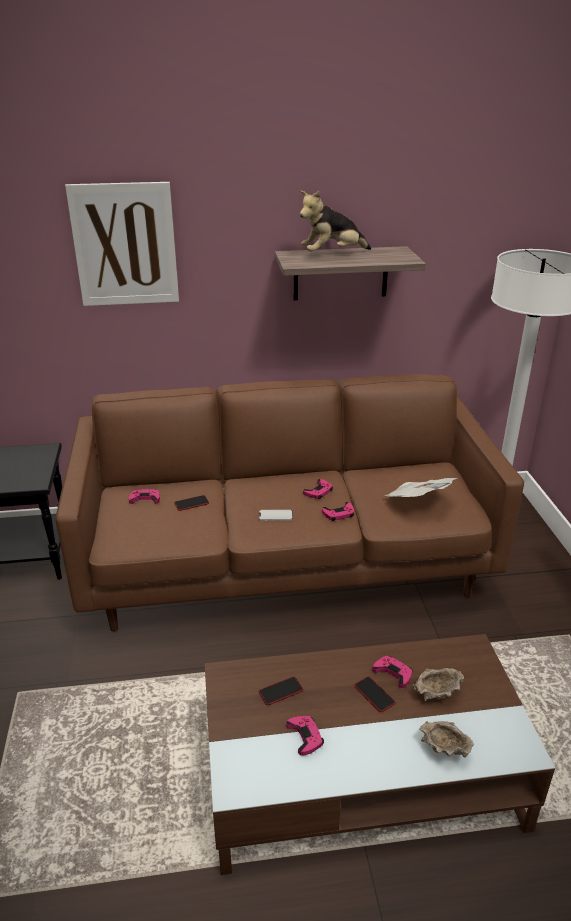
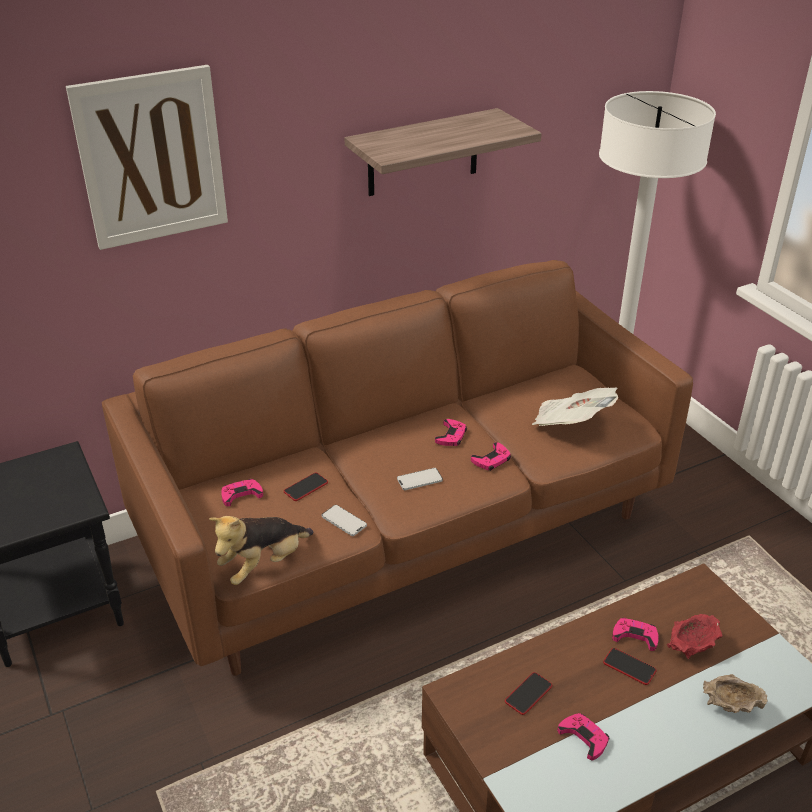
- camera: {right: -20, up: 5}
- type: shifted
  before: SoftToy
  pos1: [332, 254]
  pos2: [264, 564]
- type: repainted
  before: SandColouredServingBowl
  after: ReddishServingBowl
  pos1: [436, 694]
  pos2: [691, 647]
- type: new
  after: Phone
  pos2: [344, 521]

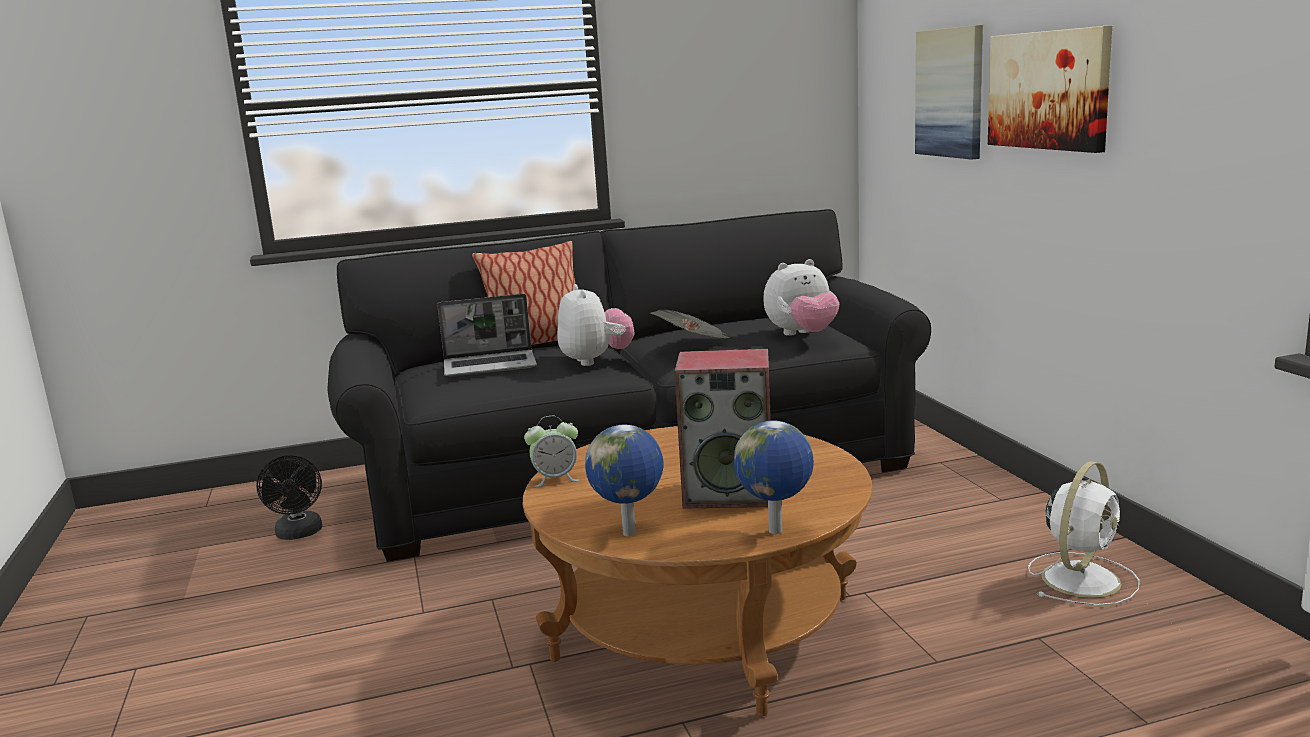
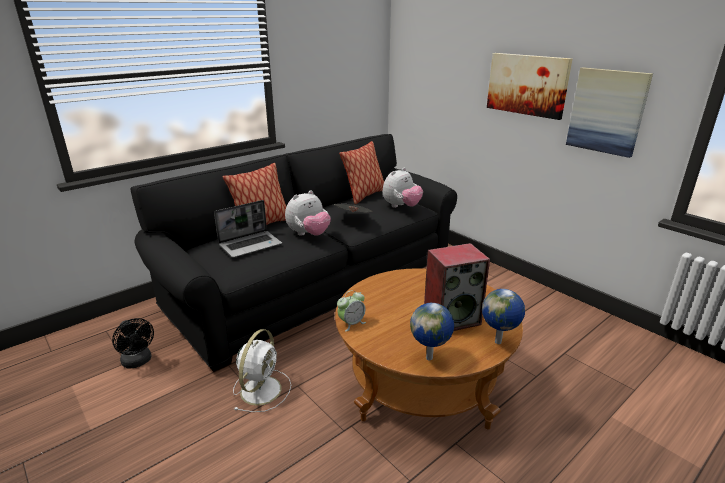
- camera: {right: -25, up: 10}
- type: shifted
  before: Picture
  pos1: [950, 93]
  pos2: [607, 111]
- type: rotated
  before: SoftToy
  pos1: [596, 360]
  pos2: [308, 234]
  turn: 90
- type: shifted
  before: WhiteColouredElectricFan
  pos1: [1082, 578]
  pos2: [262, 389]
- type: new
  after: Cushion
  pos2: [364, 195]

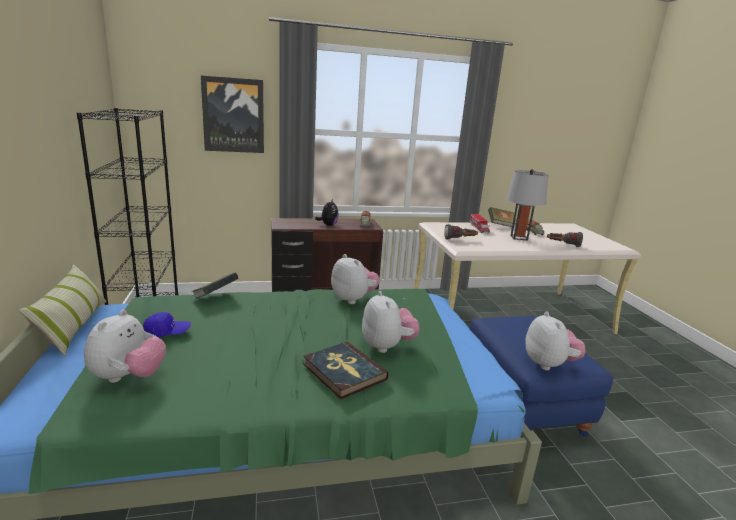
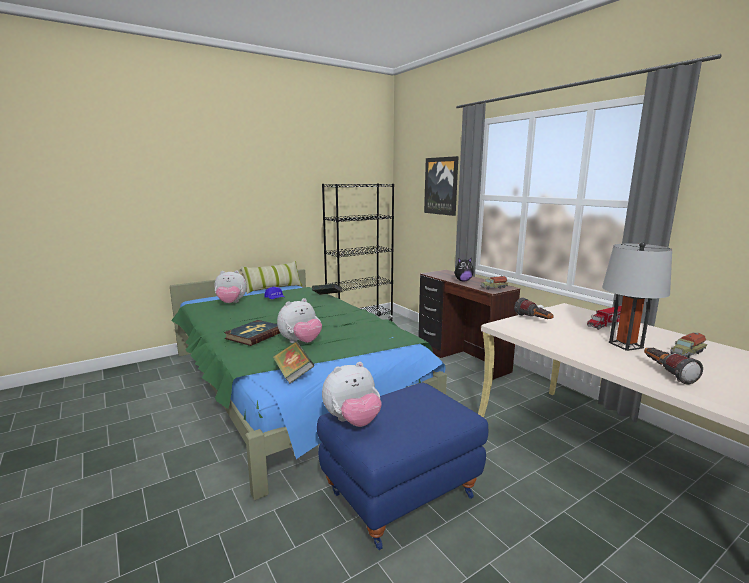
- camera: {right: 70, up: -5}
- type: shifted
  before: BoundBook
  pos1: [501, 225]
  pos2: [293, 374]
- type: gone
  before: SoftToy
  pos1: [353, 299]

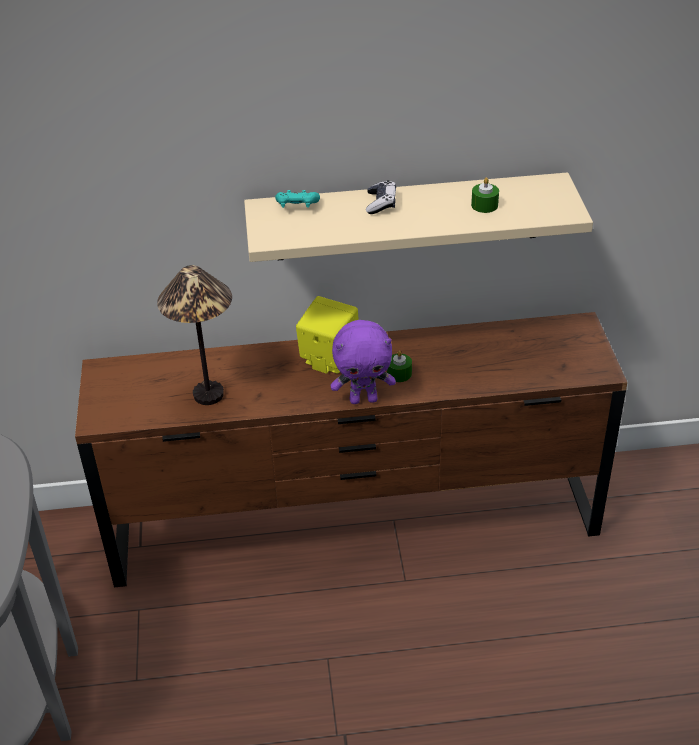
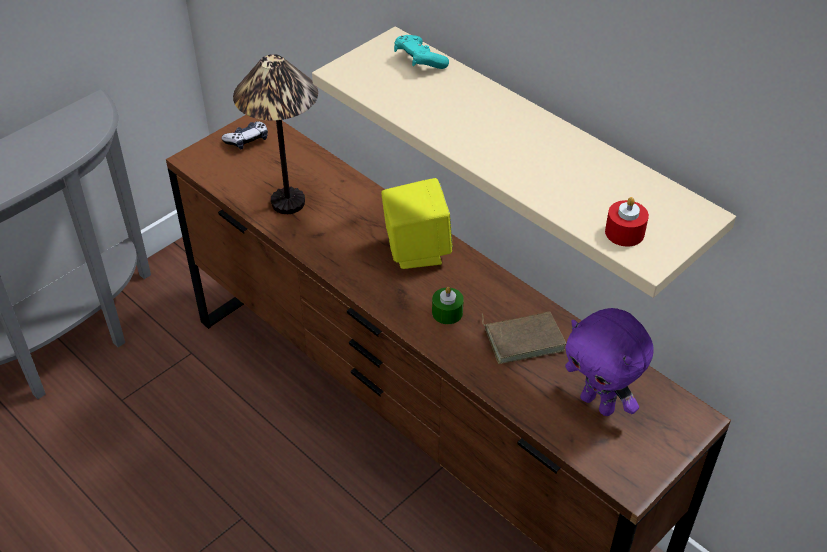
- camera: {right: 50, up: 5}
- type: gone
  before: GreenishWaxLight
  pos1: [484, 205]
- type: shifted
  before: Joypad
  pos1: [381, 203]
  pos2: [247, 140]
- type: shifted
  before: PurpleSoftToy
  pos1: [363, 399]
  pos2: [599, 403]
- type: new
  after: ReddishWaxLight
  pos2: [624, 232]
- type: new
  after: BrownishBoundBook
  pos2: [523, 338]

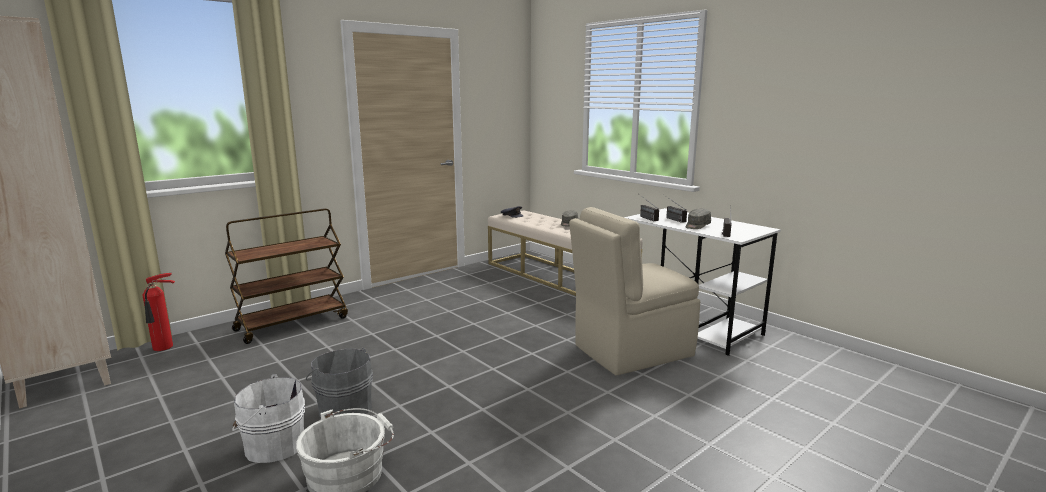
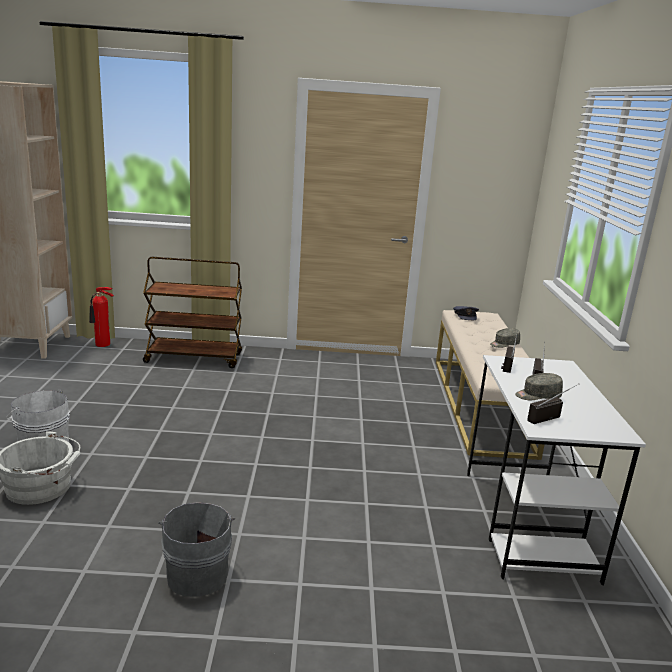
- camera: {right: 40, up: 5}
- type: gone
  before: SandColouredChair
  pos1: [630, 351]
- type: shifted
  before: GreyishPail
  pos1: [344, 408]
  pos2: [197, 573]

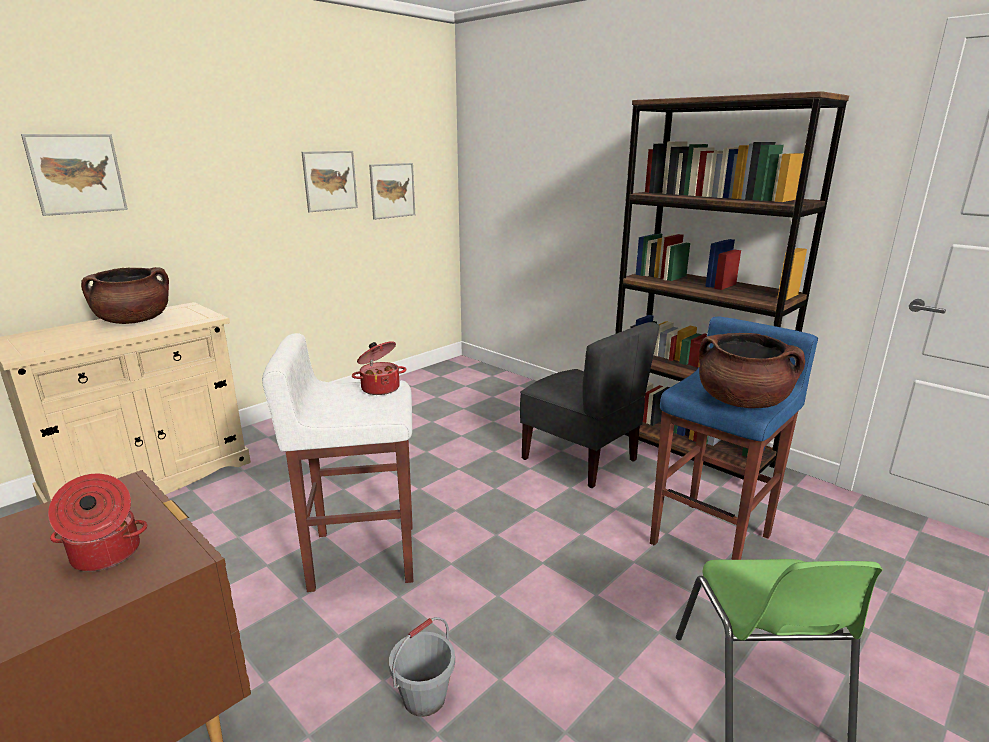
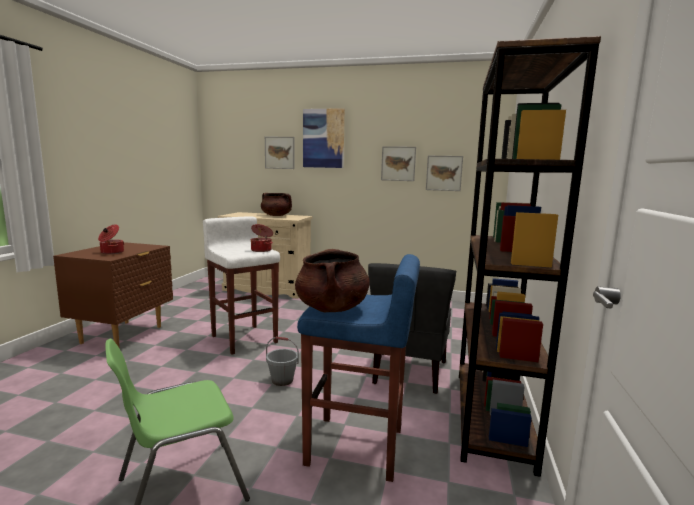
- camera: {right: 60, up: -10}
- type: shifted
  before: GreyishPail
  pos1: [424, 698]
  pos2: [282, 380]
- type: new
  after: Picture
  pos2: [323, 138]

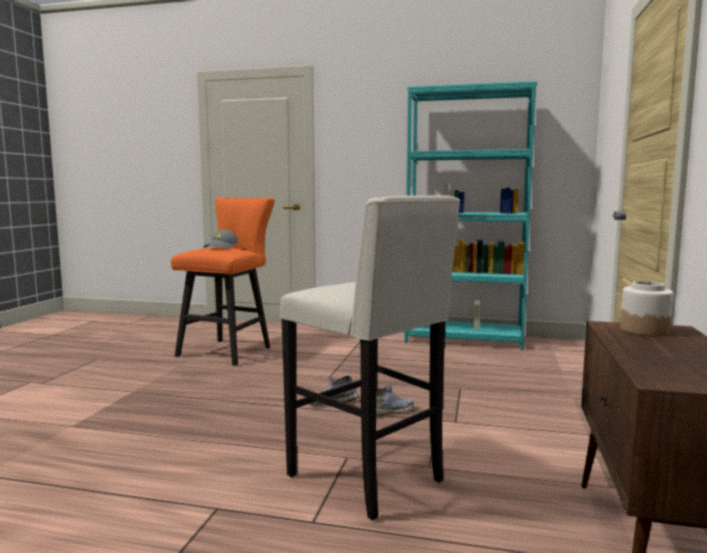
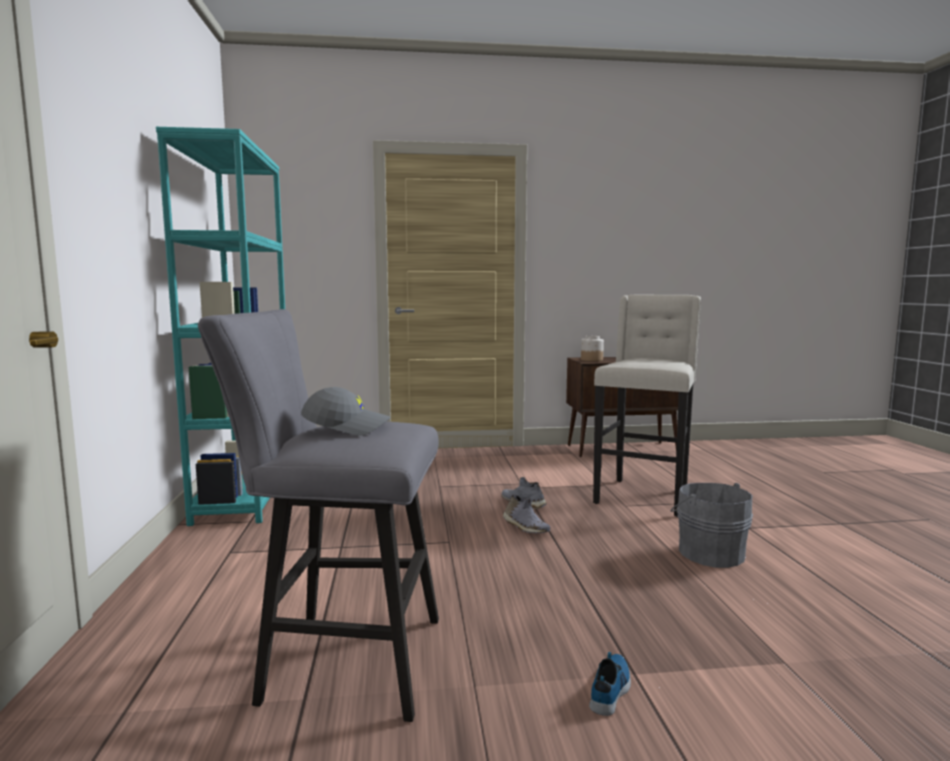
- camera: {right: -110, up: 0}
- type: repainted
  before: OrangeColouredStoolSeat
  after: GreyishStoolSeat
  pos1: [229, 350]
  pos2: [340, 660]
- type: new
  after: GreyishPail
  pos2: [709, 552]
- type: new
  after: ItemOfFootwear
  pos2: [611, 689]

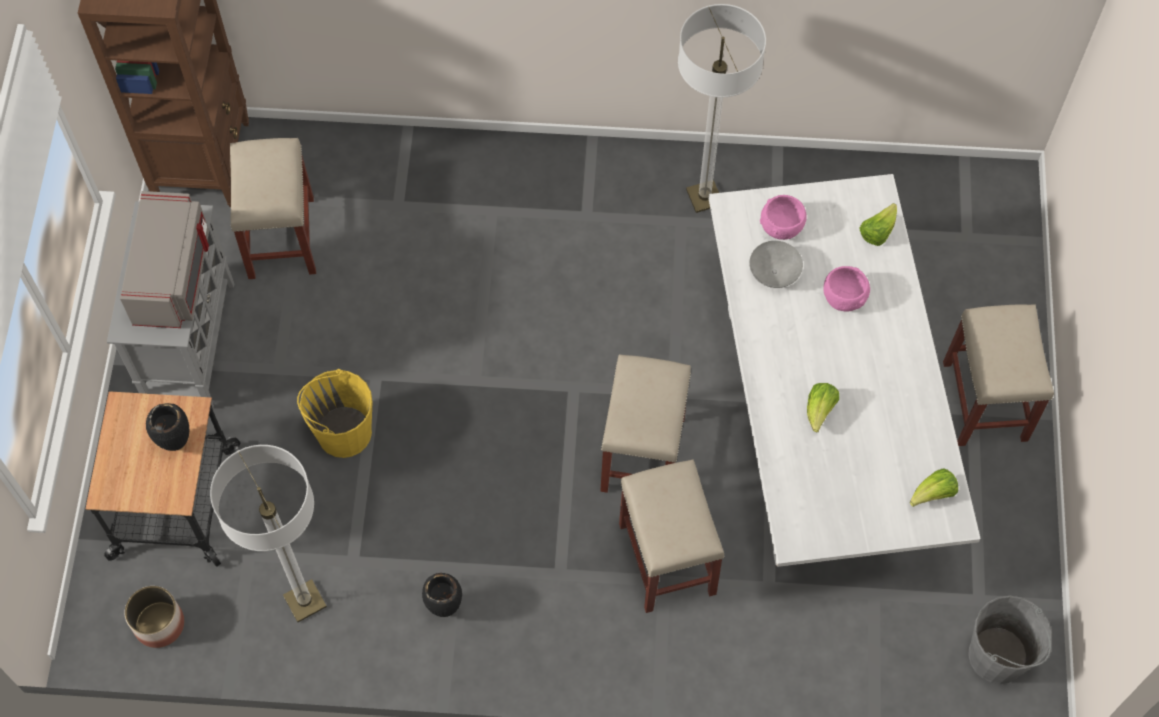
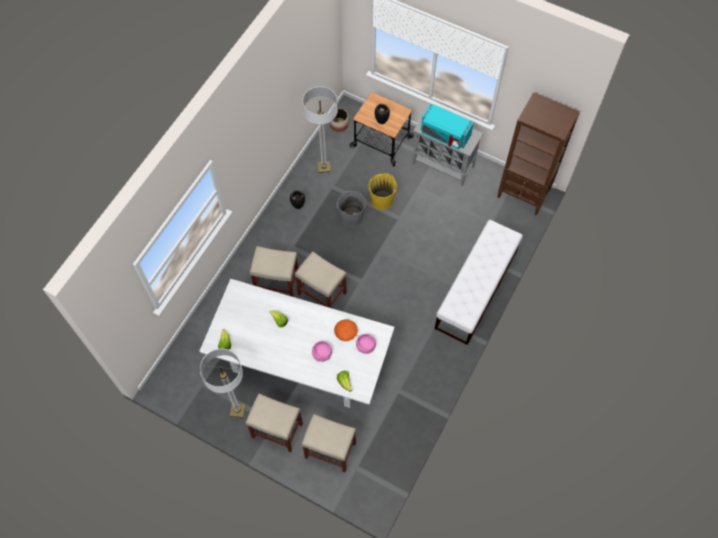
- camera: {right: 115, up: 0}
- type: shifted
  before: FloorLamp
  pos1: [704, 197]
  pos2: [237, 410]
- type: shifted
  before: SandColouredStoolSeat
  pos1: [282, 239]
  pos2: [329, 450]
- type: repainted
  before: GreyishMicrowaveOven
  after: TurquoiseMicrowaveOven
  pos1: [173, 276]
  pos2: [444, 135]
- type: repainted
  before: GreyishServingBowl
  after: OrangeColouredServingBowl
  pos1: [775, 274]
  pos2: [345, 333]
- type: shifted
  before: GreyishPail
  pos1: [997, 656]
  pos2: [351, 217]
- type: new
  after: WhiteColouredBench
  pos2: [476, 289]

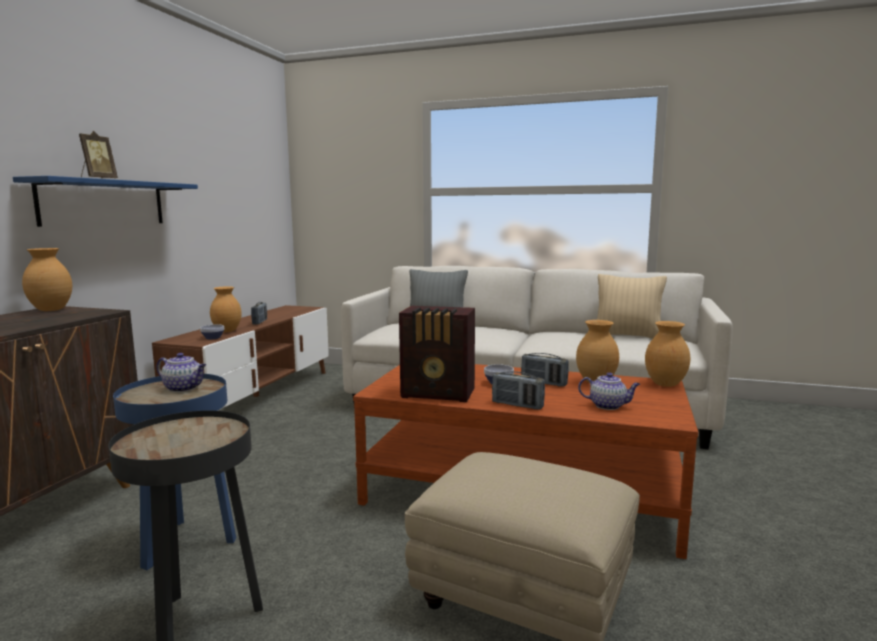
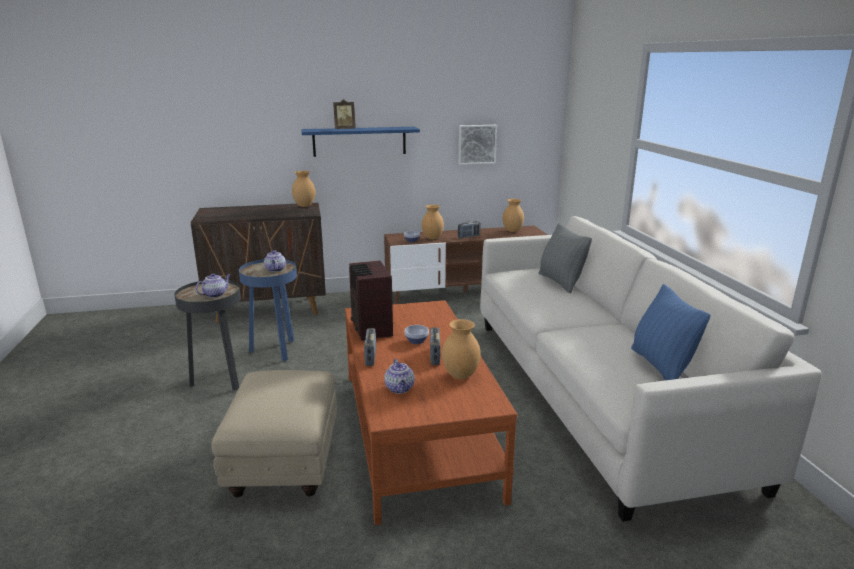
- camera: {right: 60, up: 10}
- type: repainted
  before: SandColouredCushion
  after: BlueCushion
  pos1: [627, 336]
  pos2: [661, 366]
- type: shifted
  before: BrownishFlowerVase
  pos1: [665, 384]
  pos2: [512, 231]
- type: new
  after: Picture
  pos2: [476, 144]
- type: new
  after: Teapot
  pos2: [215, 294]

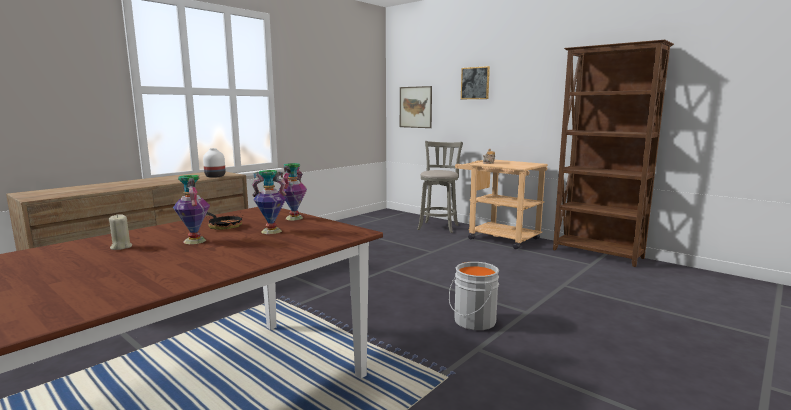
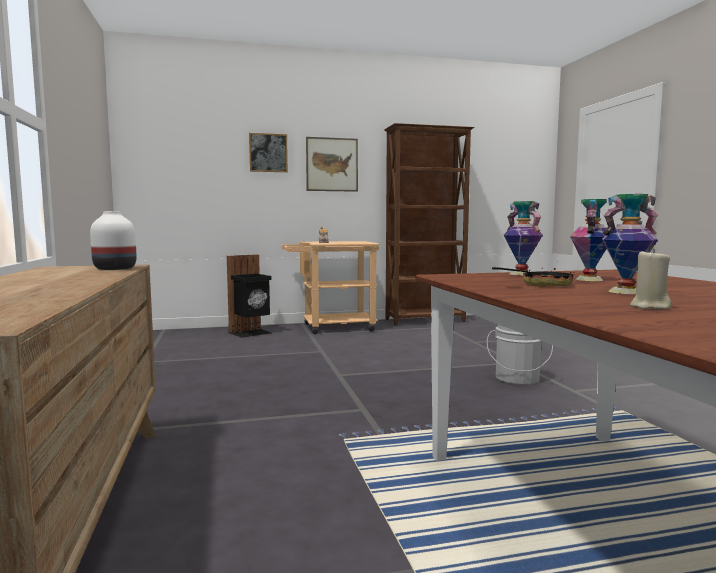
- camera: {right: -55, up: -5}
- type: shifted
  before: Picture
  pos1: [415, 107]
  pos2: [332, 164]
- type: swapped
  before: GreyishStoolSeat
  after: BlackTrashCan
  pos1: [438, 227]
  pos2: [251, 333]

